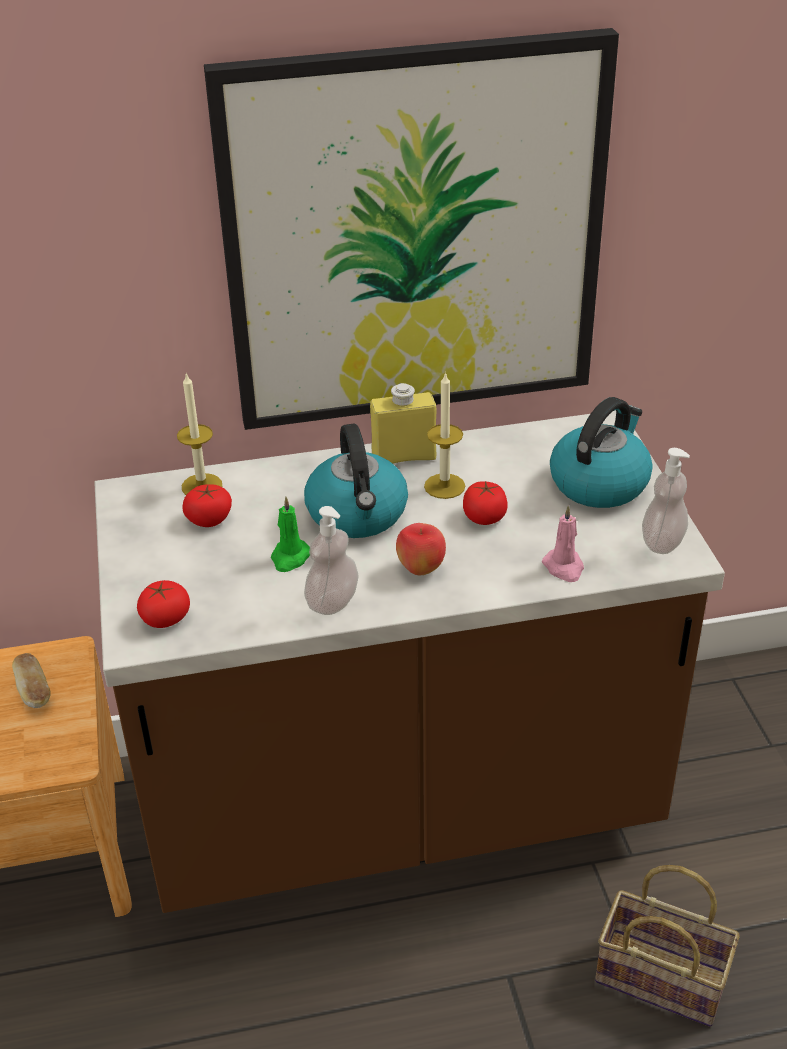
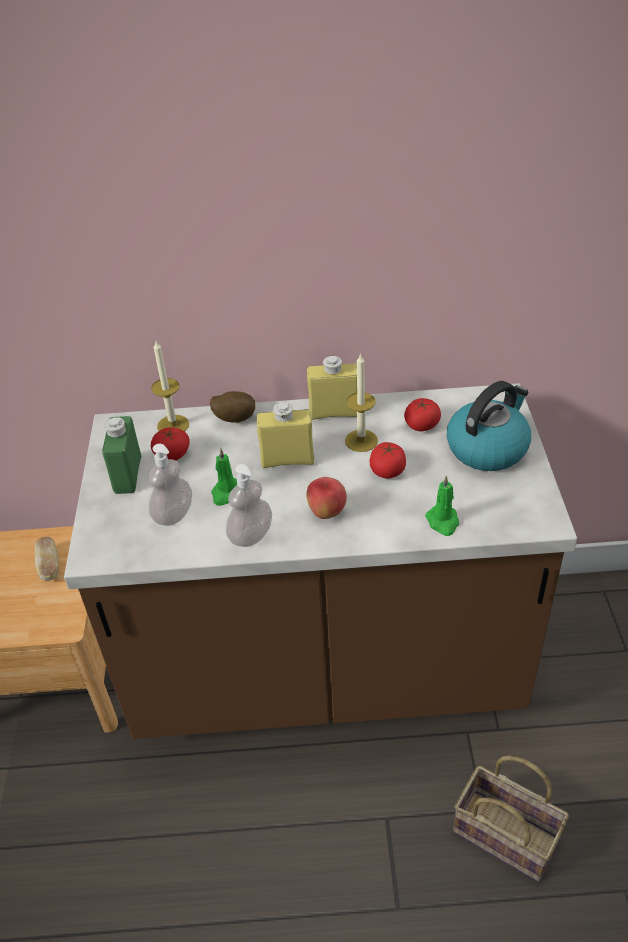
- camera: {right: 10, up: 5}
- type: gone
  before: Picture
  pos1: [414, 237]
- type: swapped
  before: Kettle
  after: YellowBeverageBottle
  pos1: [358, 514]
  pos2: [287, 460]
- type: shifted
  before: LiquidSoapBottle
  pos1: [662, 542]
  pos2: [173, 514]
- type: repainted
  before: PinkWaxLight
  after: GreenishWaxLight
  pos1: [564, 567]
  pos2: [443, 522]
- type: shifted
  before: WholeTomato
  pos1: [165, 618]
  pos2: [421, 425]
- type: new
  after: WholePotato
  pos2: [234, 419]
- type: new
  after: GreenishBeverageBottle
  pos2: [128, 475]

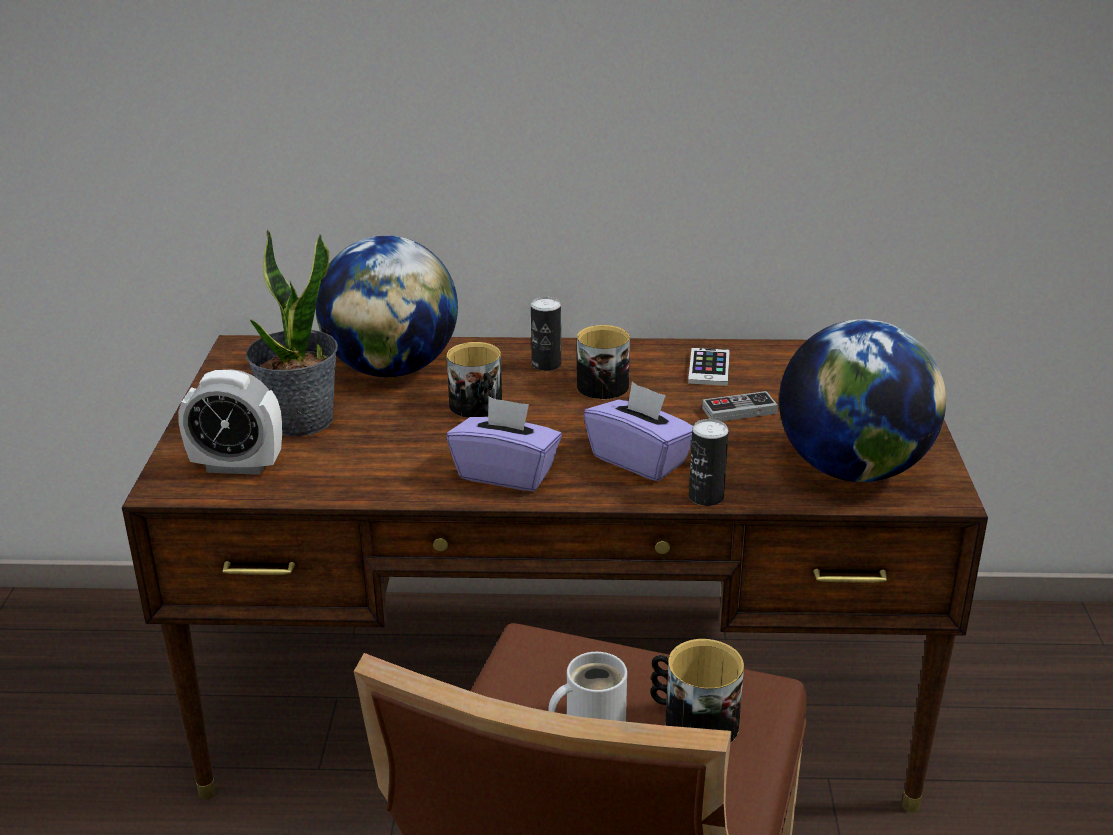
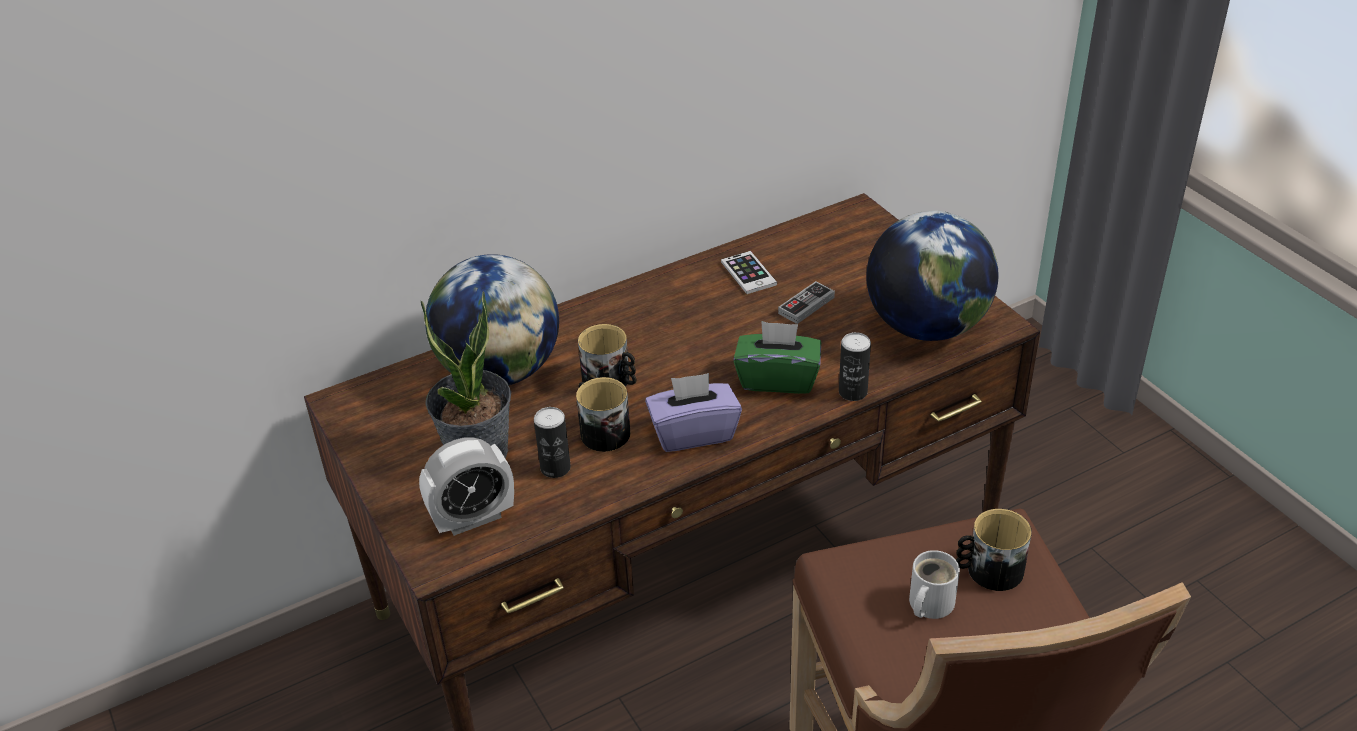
- camera: {right: -30, up: 10}
- type: shifted
  before: Can
  pos1: [546, 364]
  pos2: [555, 468]
- type: shifted
  before: Mug
  pos1: [601, 383]
  pos2: [601, 431]
- type: repainted
  before: PurpleTissueHolder
  after: GreenishTissueHolder
  pos1: [640, 459]
  pos2: [777, 379]

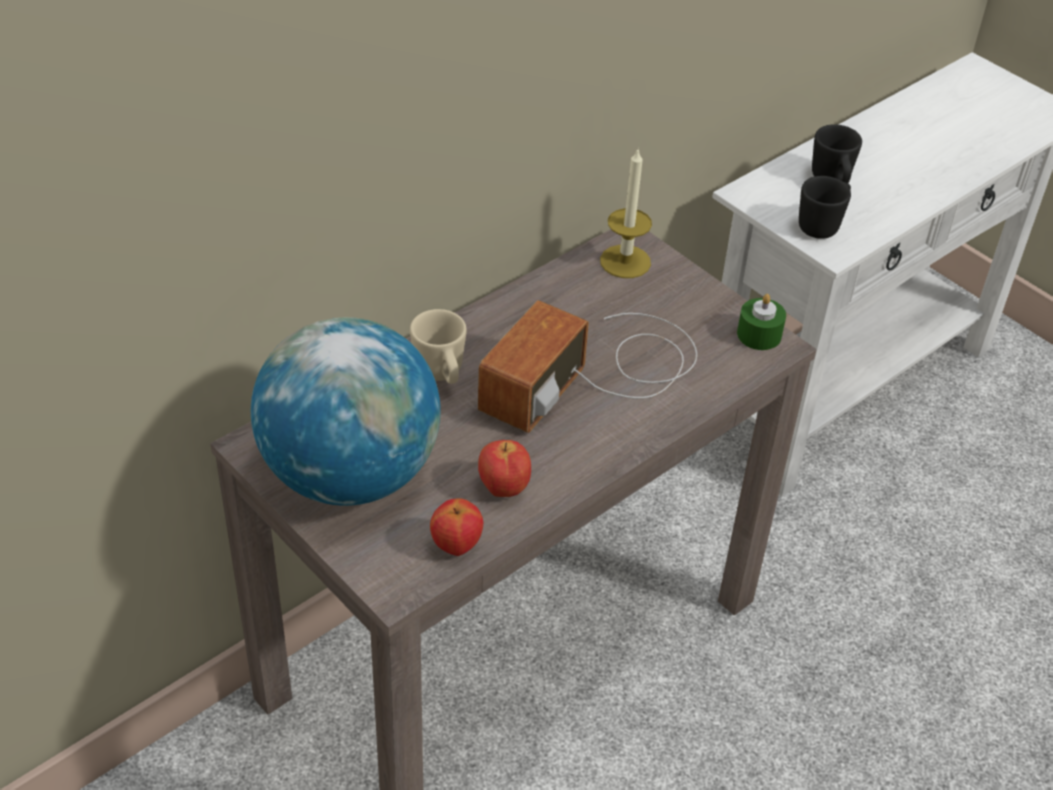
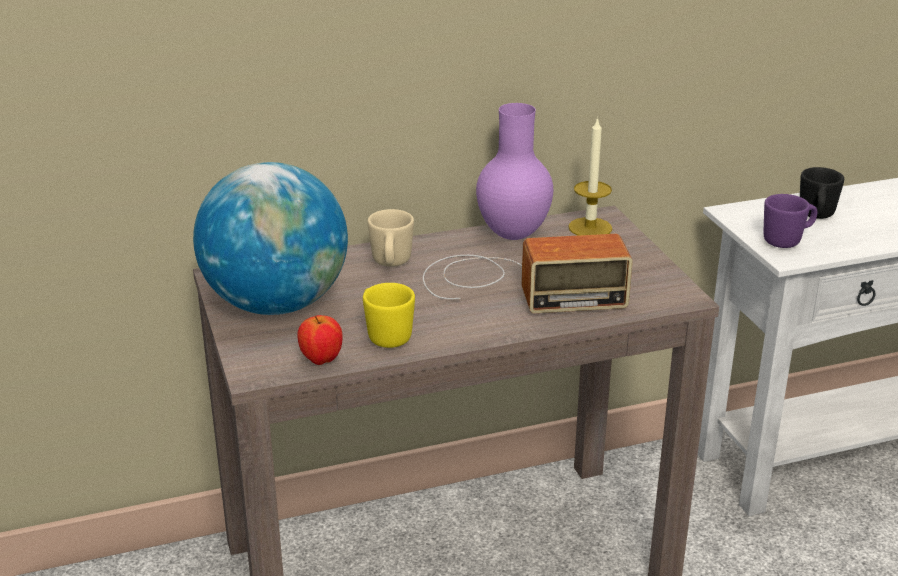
- camera: {right: 25, up: -15}
- type: repainted
  before: BlackMug
  after: PurpleMug
  pos1: [823, 225]
  pos2: [787, 240]
- type: gone
  before: GreenishWaxLight
  pos1: [759, 334]
- type: rotated
  before: RadioSet
  pos1: [598, 372]
  pos2: [516, 285]
  turn: -150
- type: swapped
  before: WholeApple
  after: YellowMug
  pos1: [503, 488]
  pos2: [385, 335]
- type: new
  after: PurpleFlowerVase
  pos2: [512, 234]

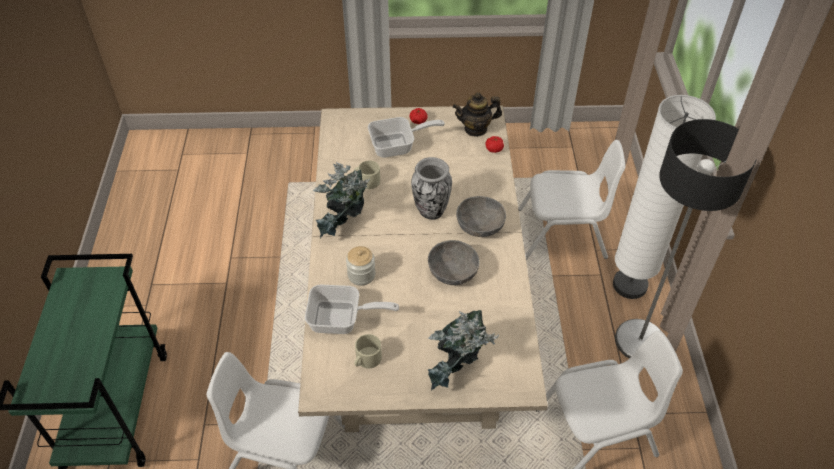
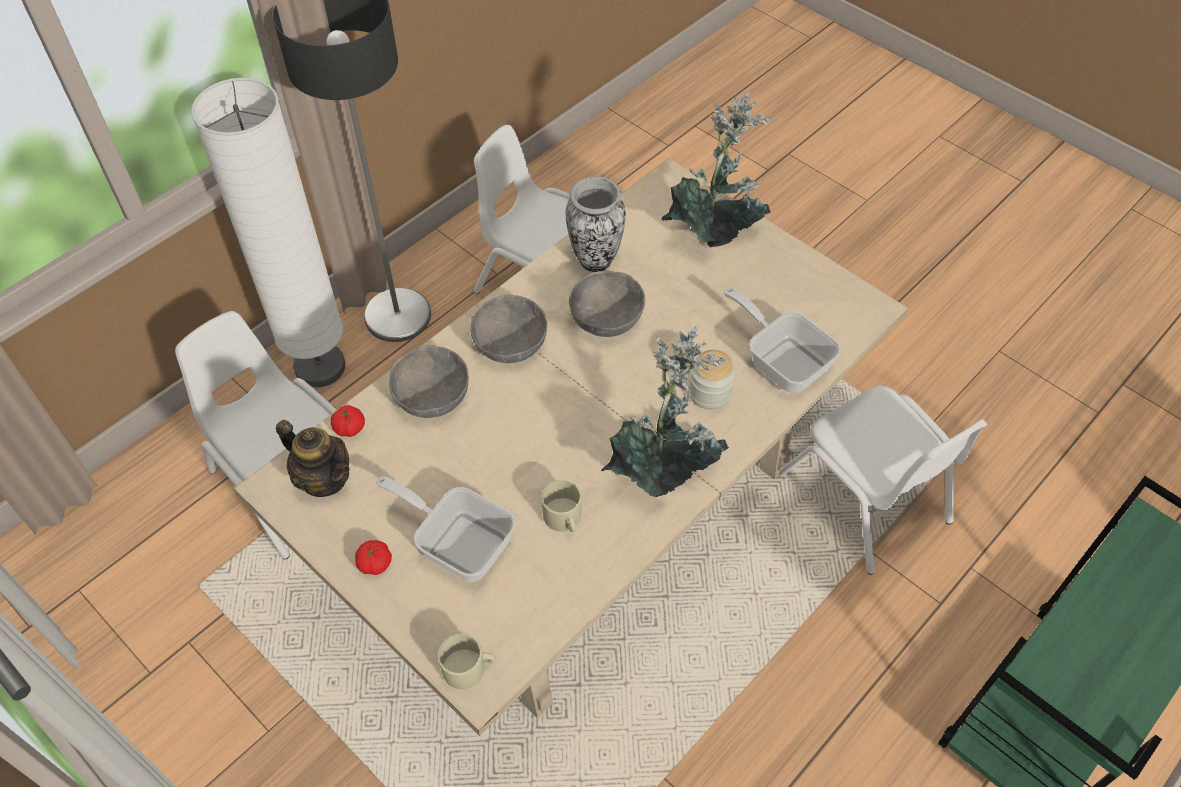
- camera: {right: -135, up: 5}
- type: shifted
  before: FlowerVase
  pos1: [430, 212]
  pos2: [595, 259]
- type: shifted
  before: SandColouredMug
  pos1: [366, 360]
  pos2: [469, 668]
- type: new
  after: GreyishServingBowl
  pos2: [432, 396]

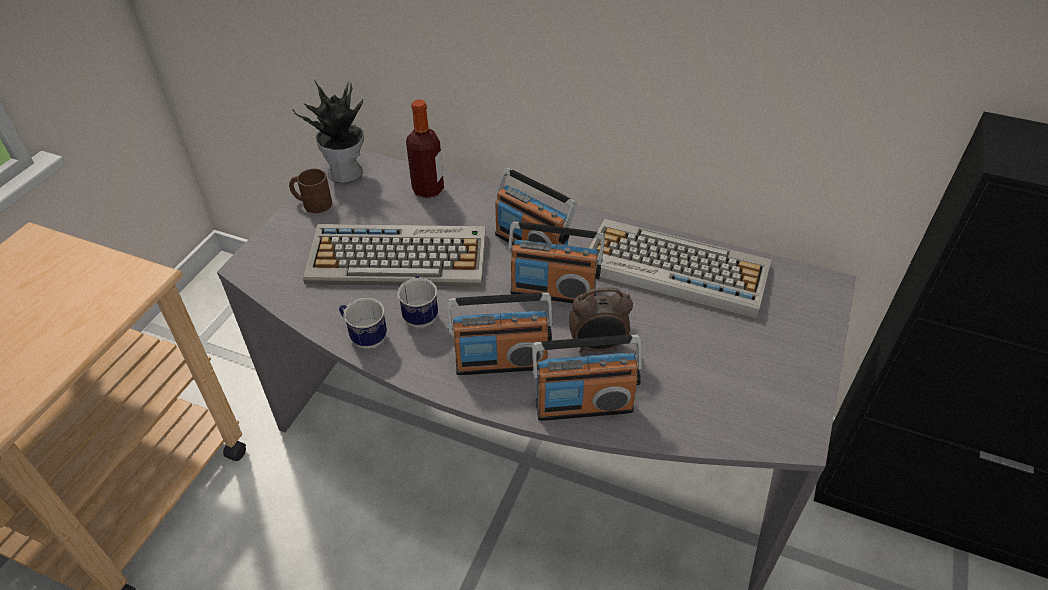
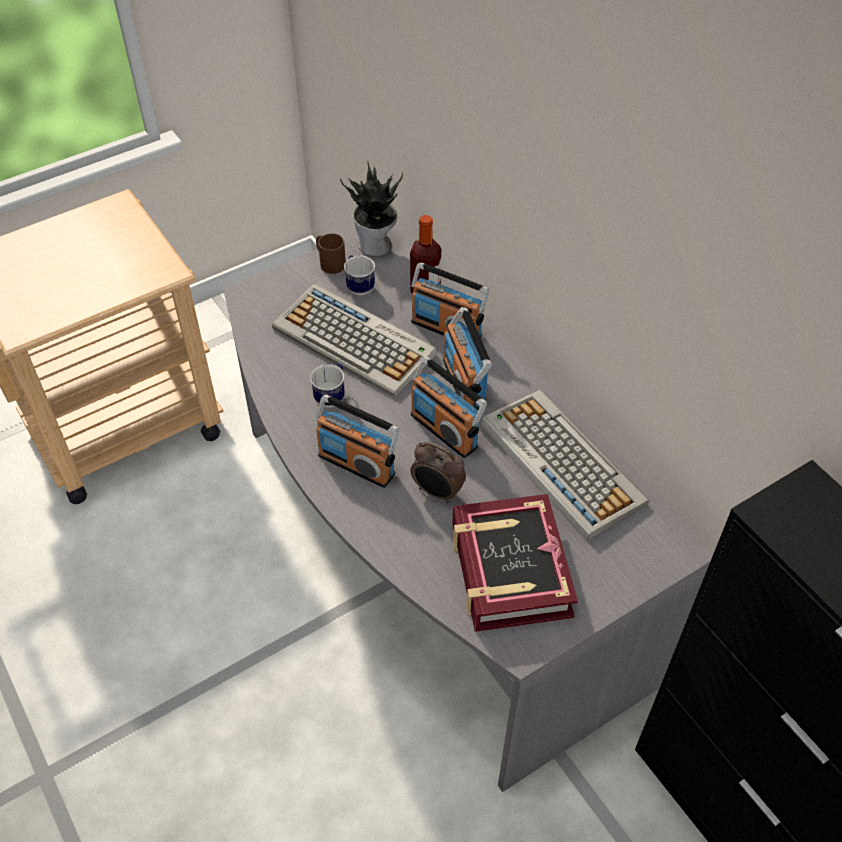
- camera: {right: 35, up: 5}
- type: shifted
  before: Mug
  pos1: [365, 337]
  pos2: [359, 286]
- type: shifted
  before: RadioSet
  pos1: [583, 405]
  pos2: [446, 328]
- type: new
  after: BoundBook
  pos2: [509, 570]

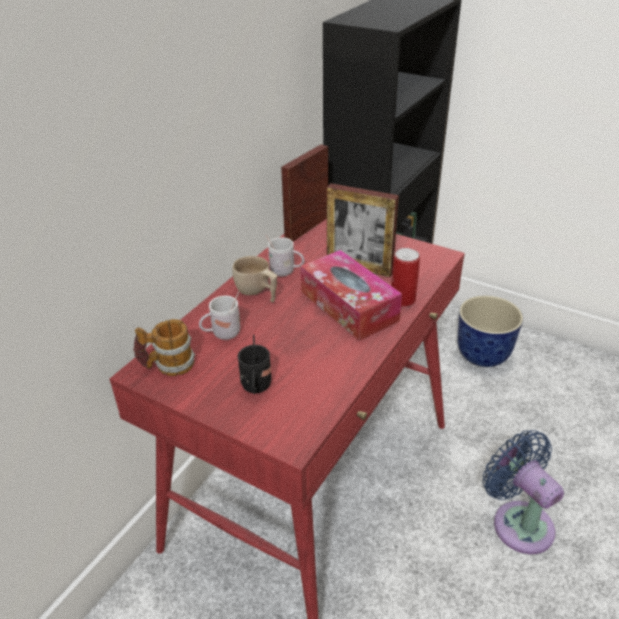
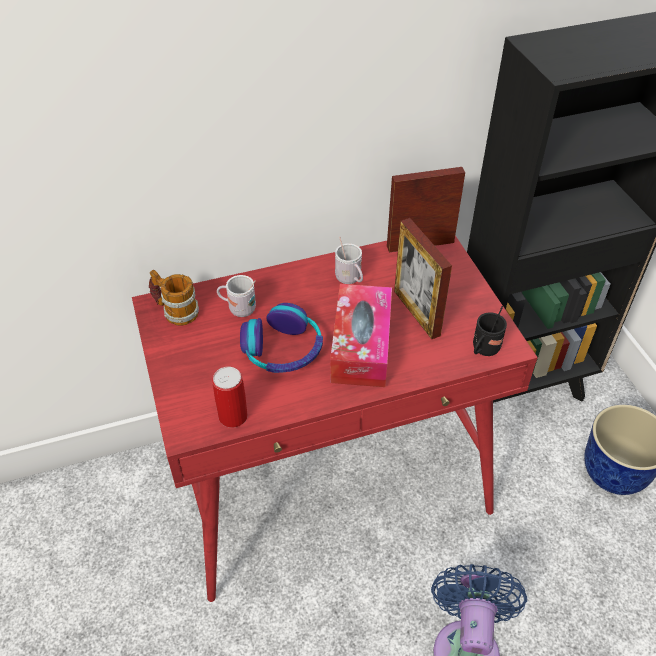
- camera: {right: 40, up: 10}
- type: shifted
  before: Can
  pos1: [402, 300]
  pos2: [233, 416]
- type: gone
  before: SandColouredCup
  pos1: [257, 293]
- type: shifted
  before: BlackMug
  pos1: [256, 388]
  pos2: [483, 350]
- type: new
  after: Headphones
  pos2: [283, 350]

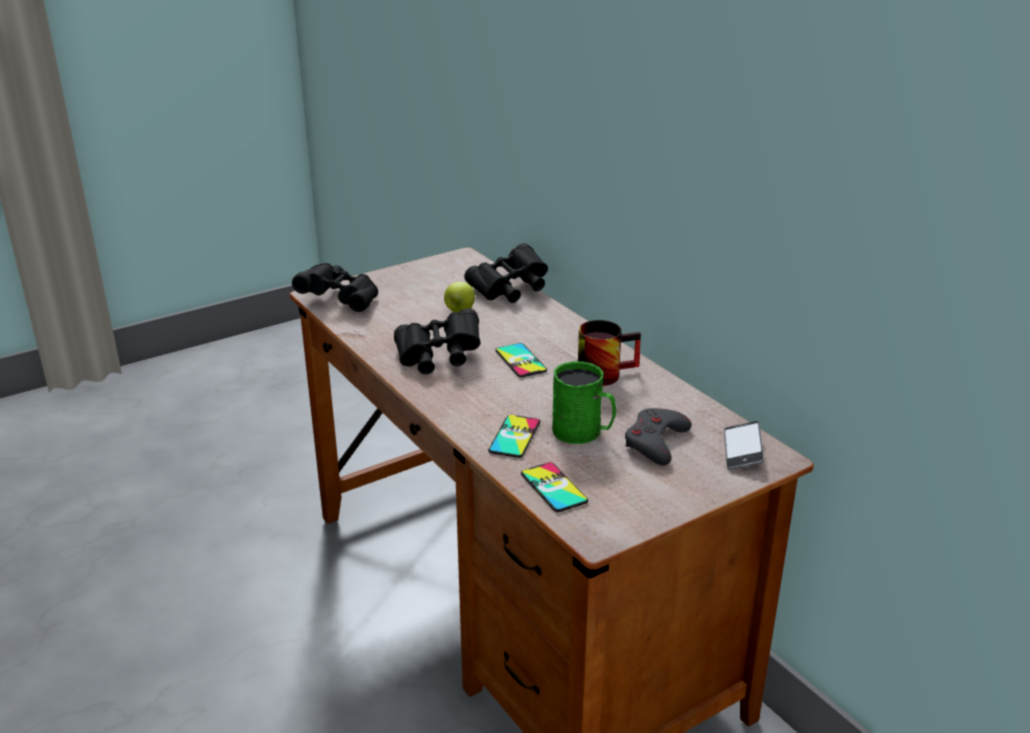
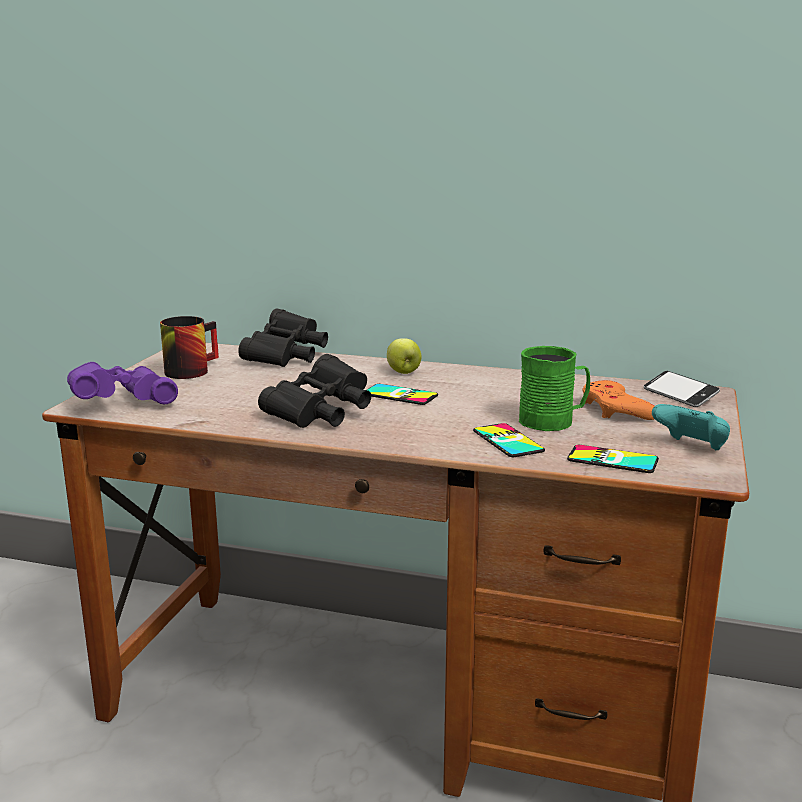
- camera: {right: -40, up: -10}
- type: repainted
  before: BlackBinoculars
  after: PurpleBinoculars
  pos1: [341, 300]
  pos2: [122, 403]
- type: shifted
  before: WholeApple
  pos1: [459, 311]
  pos2: [403, 372]
- type: shifted
  before: Mug
  pos1: [604, 372]
  pos2: [189, 369]
- type: repainted
  before: GreyishJoypad
  after: OrangeColouredJoypad
  pos1: [655, 442]
  pos2: [616, 409]
- type: new
  after: TurquoiseJoypad
  pos2: [691, 448]

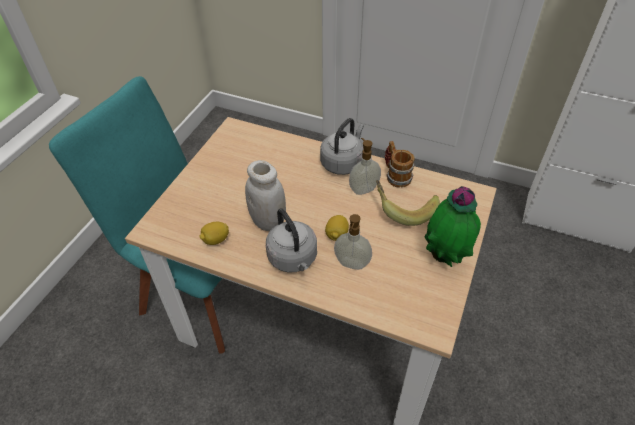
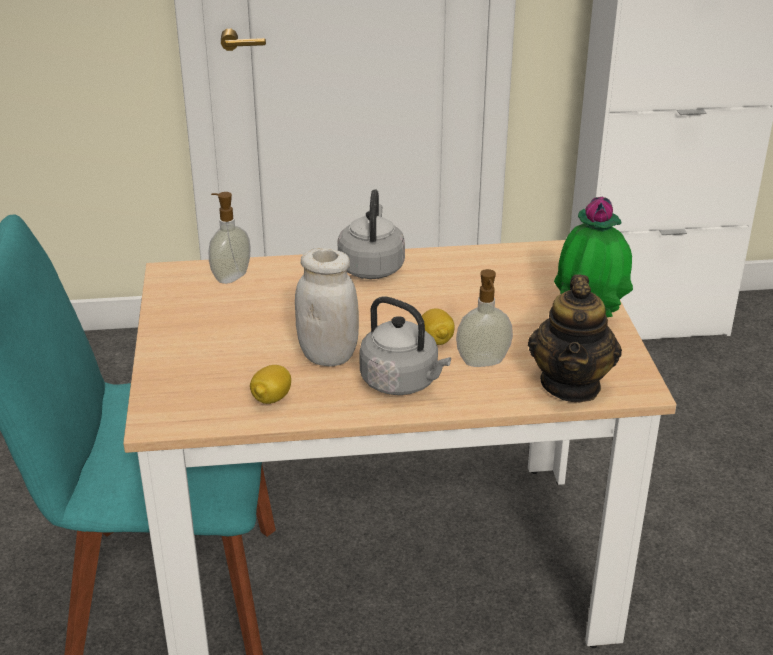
- camera: {right: -30, up: -15}
- type: shifted
  before: LiquidSoapBottle
  pos1: [363, 189]
  pos2: [230, 277]
- type: gone
  before: Mug
  pos1: [396, 175]
- type: gone
  before: WholeBanana
  pos1: [404, 209]
- type: new
  after: Teapot
  pos2: [571, 384]

